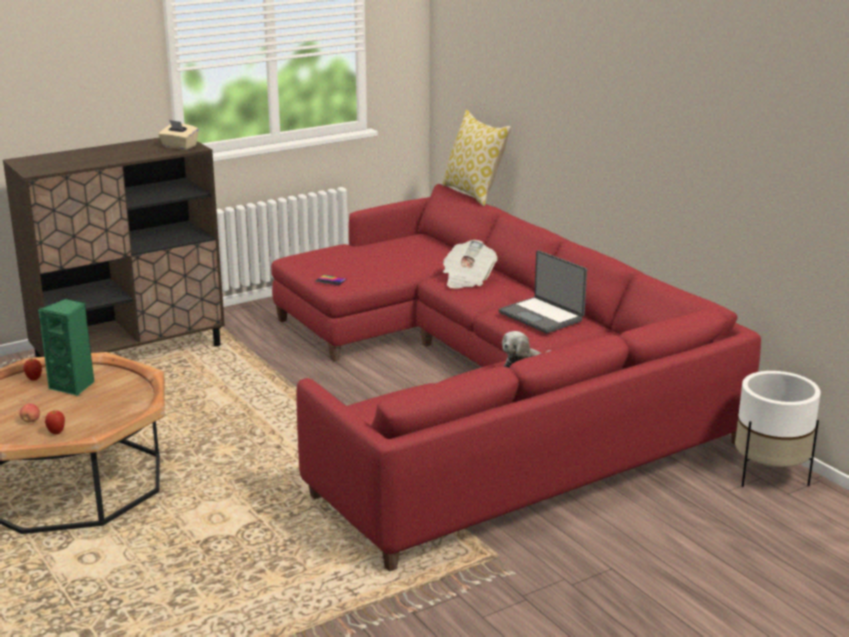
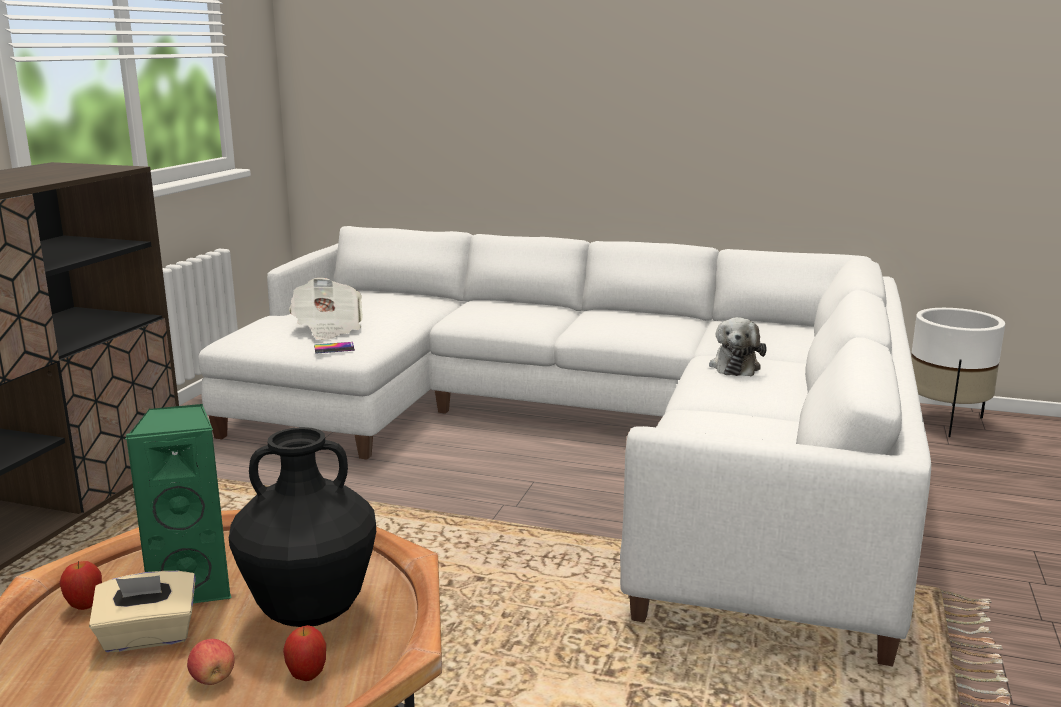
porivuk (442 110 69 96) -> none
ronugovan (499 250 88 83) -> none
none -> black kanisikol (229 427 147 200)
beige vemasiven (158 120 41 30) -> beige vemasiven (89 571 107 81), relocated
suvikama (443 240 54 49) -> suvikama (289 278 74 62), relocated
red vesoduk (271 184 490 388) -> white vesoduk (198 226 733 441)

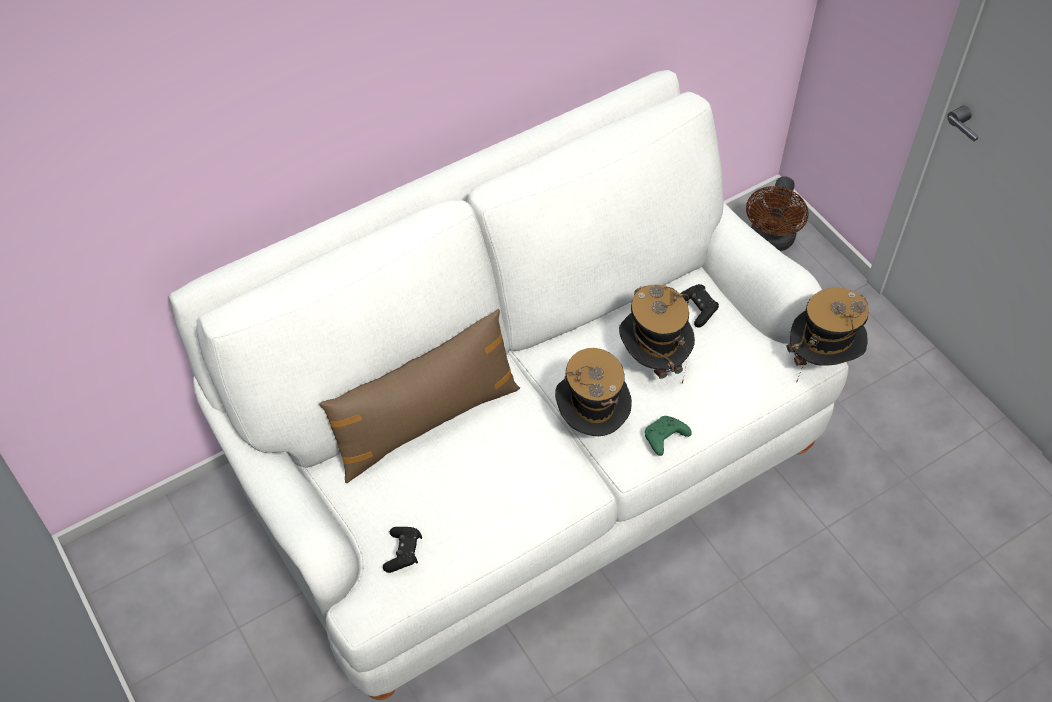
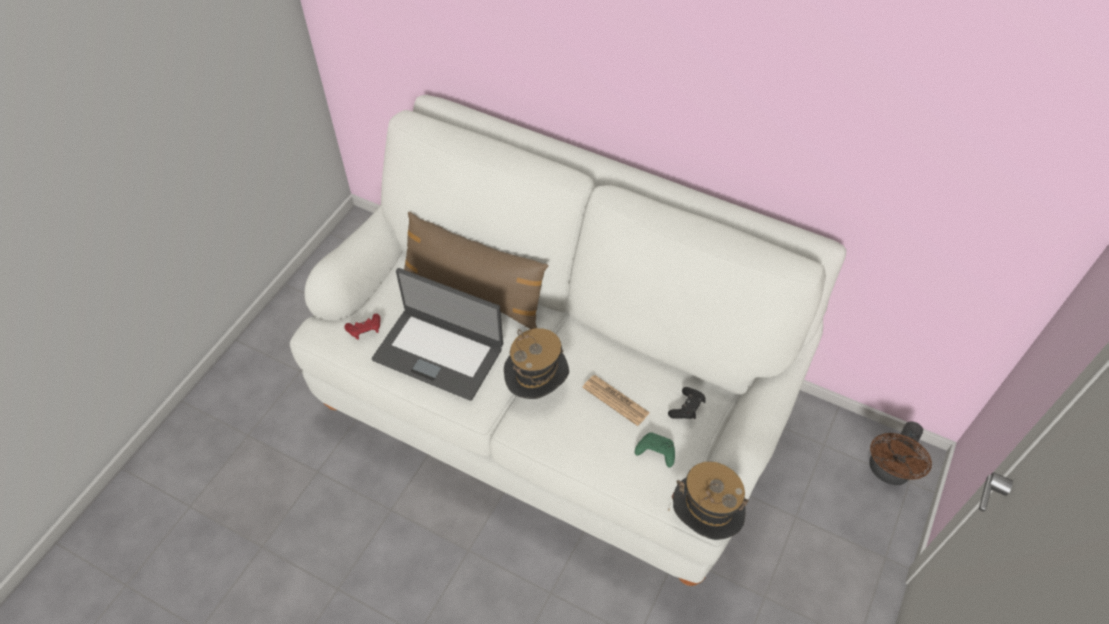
none -> ronugovan (372 268 131 133)
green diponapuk (645 416 47 40) -> green diponapuk (635 433 40 35), relocated
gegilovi (619 284 76 99) -> suvikama (582 375 68 51)
black diponapuk (383 527 39 46) -> red diponapuk (344 314 37 26)
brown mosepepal (746 176 63 75) -> brown mosepepal (869 421 63 64), 45 degrees counterclockwise

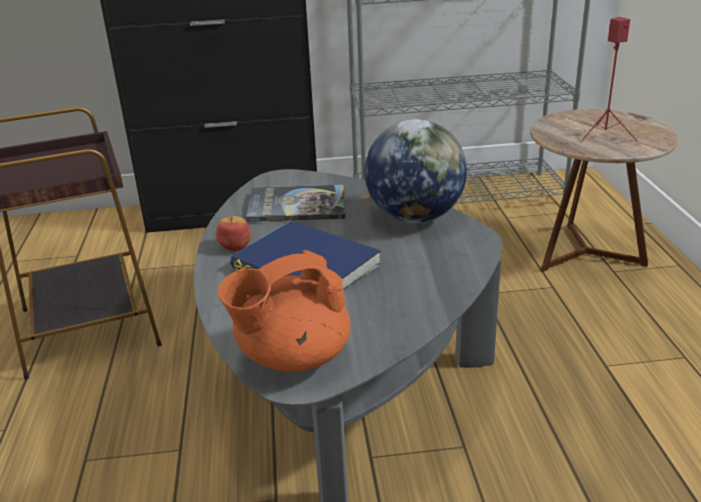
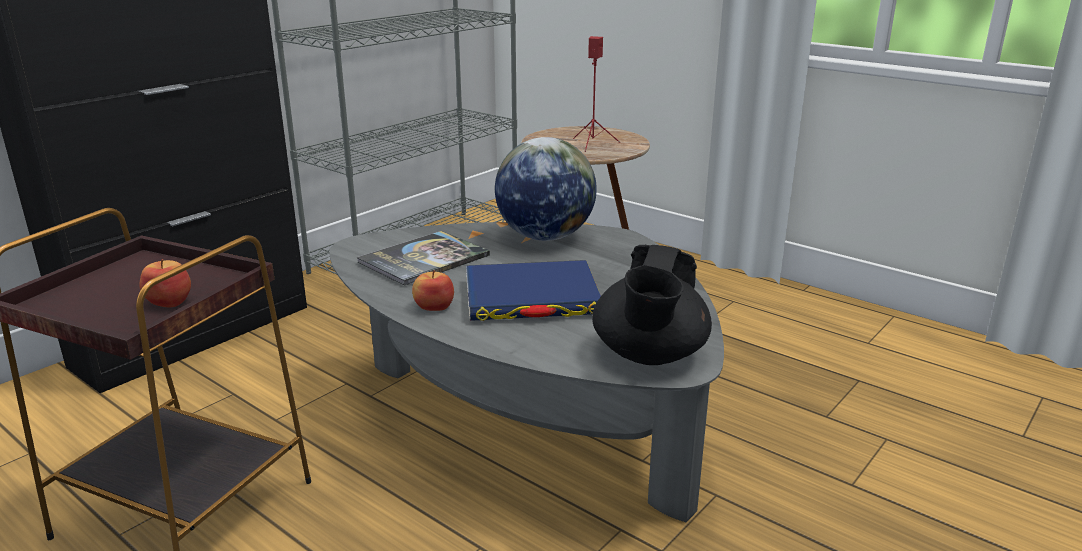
none -> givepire (139 259 52 48)
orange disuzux (218 250 132 122) -> black disuzux (592 245 120 120)

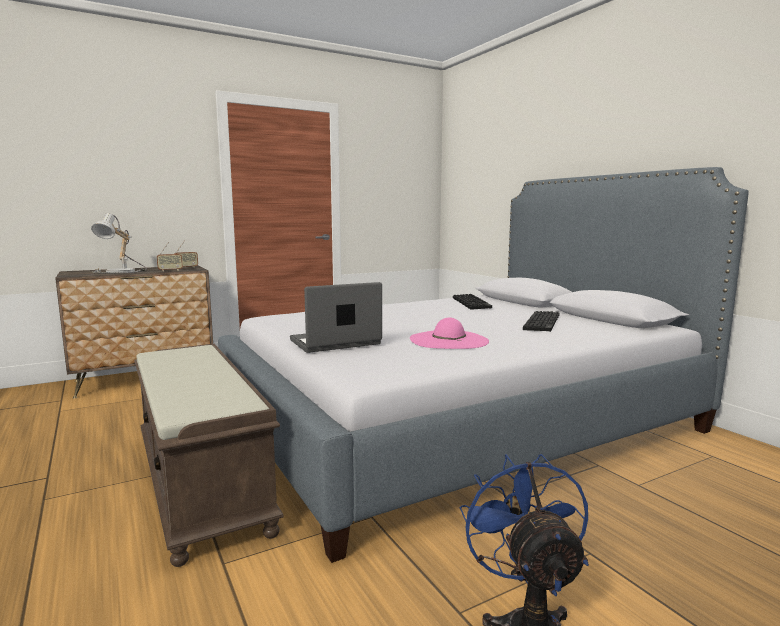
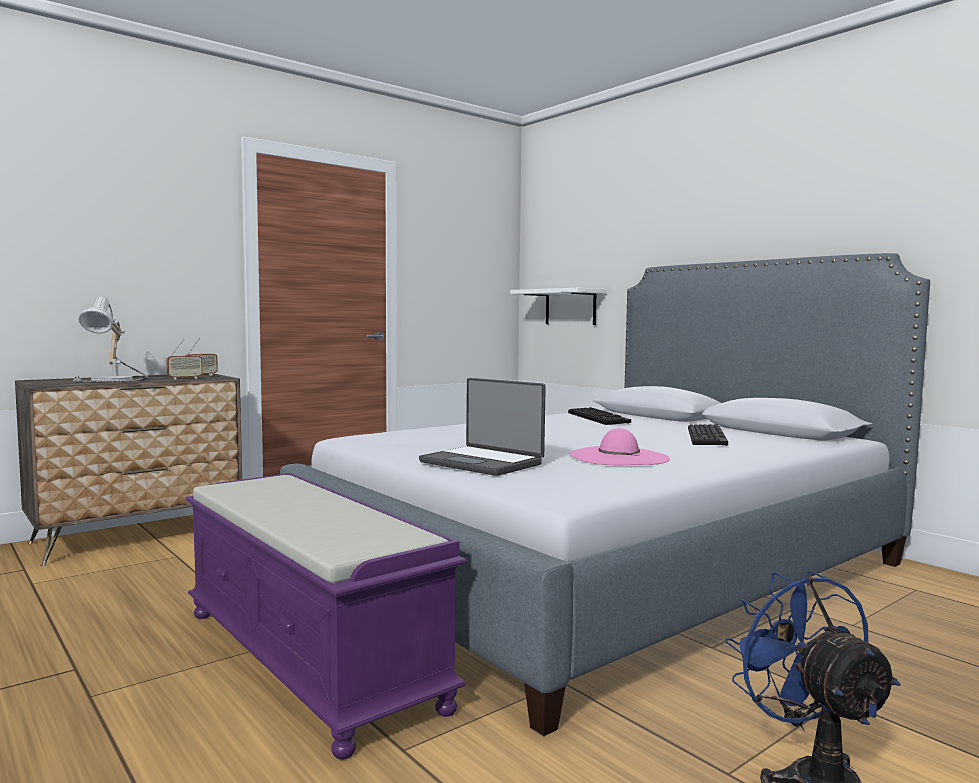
none -> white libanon (510 288 97 37)
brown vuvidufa (134 344 150 223) -> purple vuvidufa (185 473 282 287)
ronugovan (290 282 92 71) -> ronugovan (419 378 127 98), 105 degrees counterclockwise

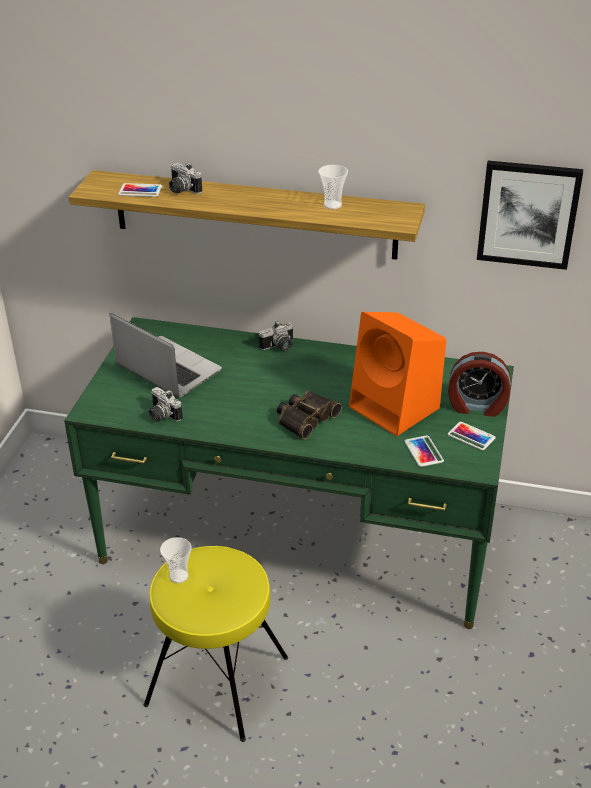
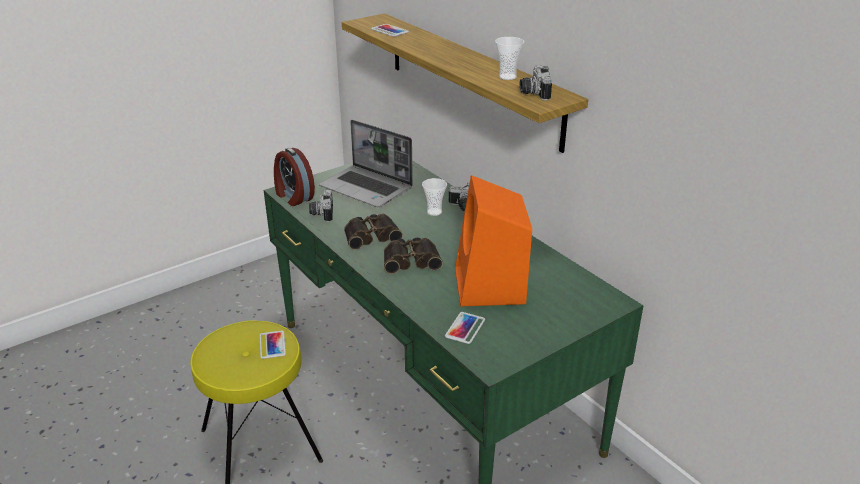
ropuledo (477 161 106 109) -> none
none -> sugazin (344 213 59 37)
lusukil (160 537 32 46) -> lusukil (422 178 25 38), relocated
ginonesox (169 162 33 32) -> ginonesox (520 65 32 36), relocated
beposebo (448 352 63 65) -> beposebo (274 148 41 58), relocated
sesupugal (448 422 48 29) -> sesupugal (259 331 27 28), relocated
ronugovan (110 313 112 85) -> ronugovan (319 120 94 87), 135 degrees clockwise

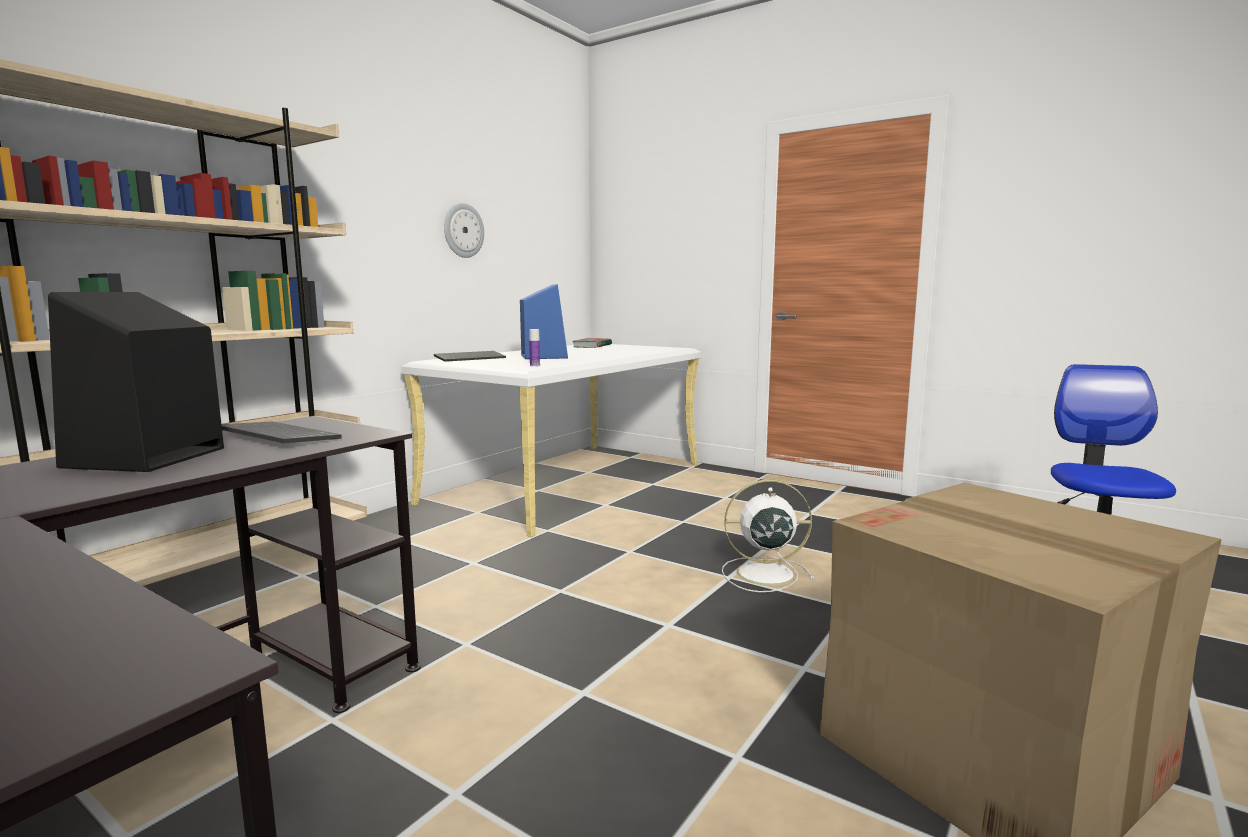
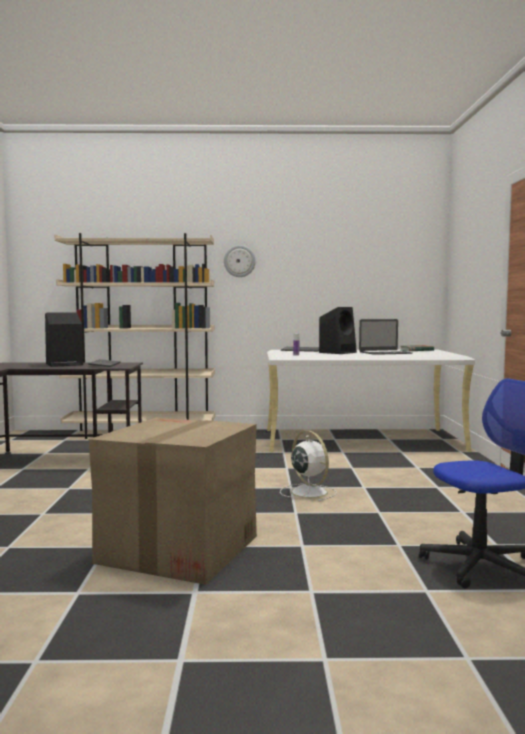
none -> ronugovan (359 319 53 36)
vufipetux (444 203 40 55) -> vufipetux (224 245 32 32), relocated
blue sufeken (520 284 48 75) -> black sufeken (319 307 38 47)

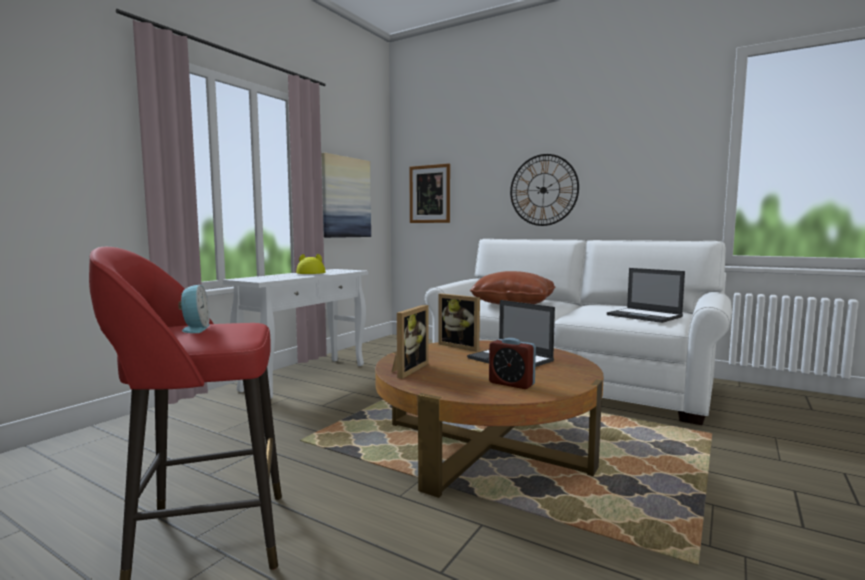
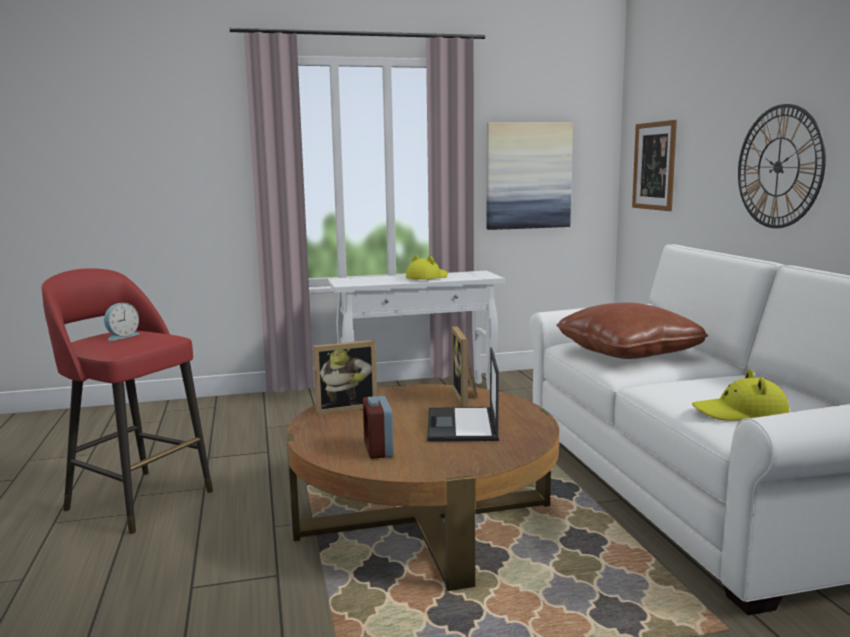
ronugovan (607 268 78 55) -> yellow gegilovi (692 369 97 52)

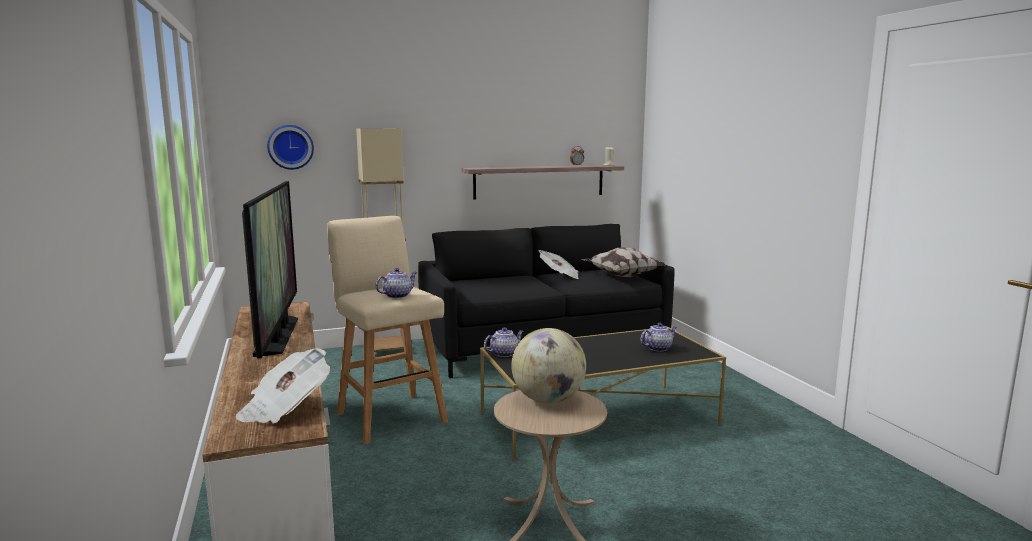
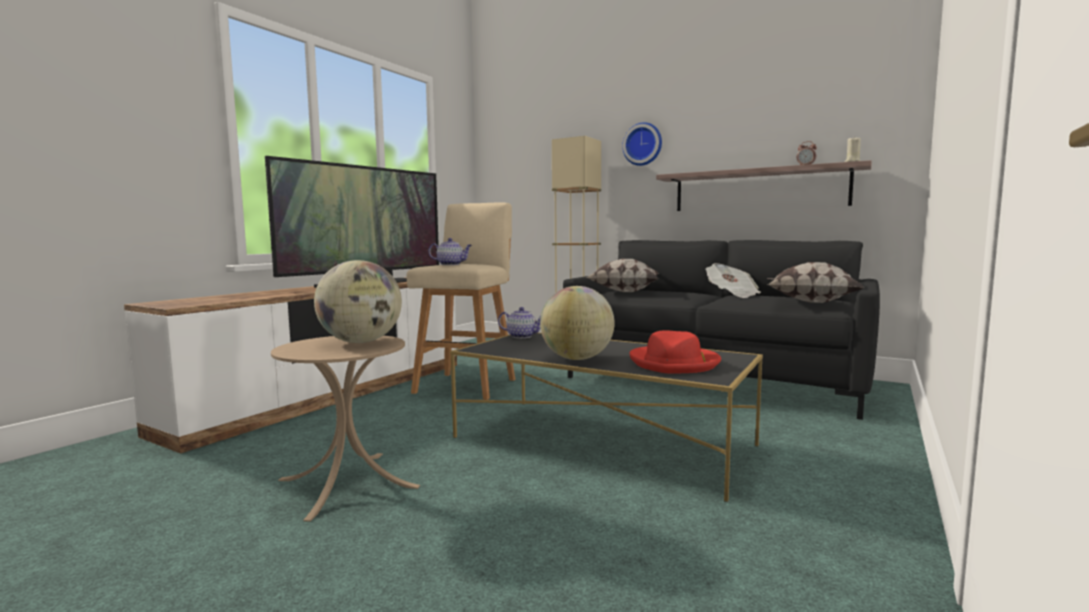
suvikama (236 348 94 76) -> none
none -> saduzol (540 286 74 74)
none -> porivuk (586 259 73 33)
vufipetux (267 125 47 45) -> vufipetux (622 122 40 44), relocated
disuzux (640 323 37 29) -> red gegilovi (630 330 91 43)

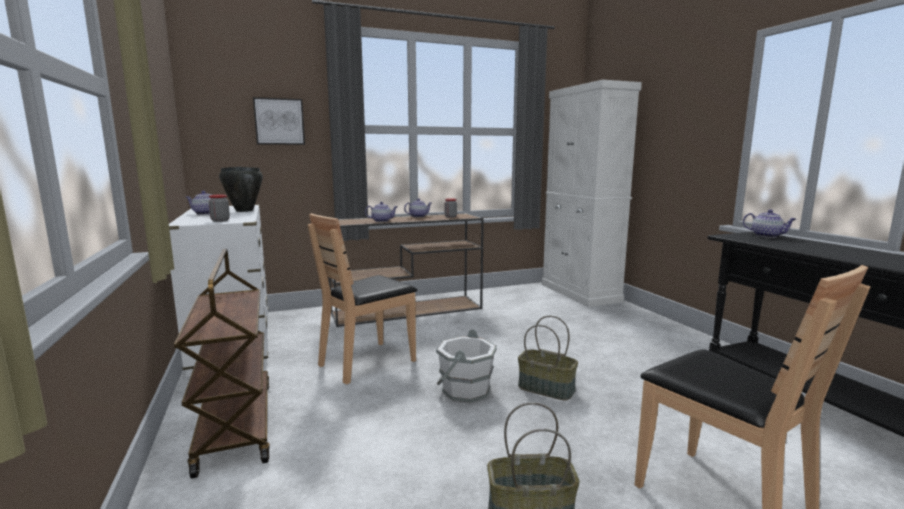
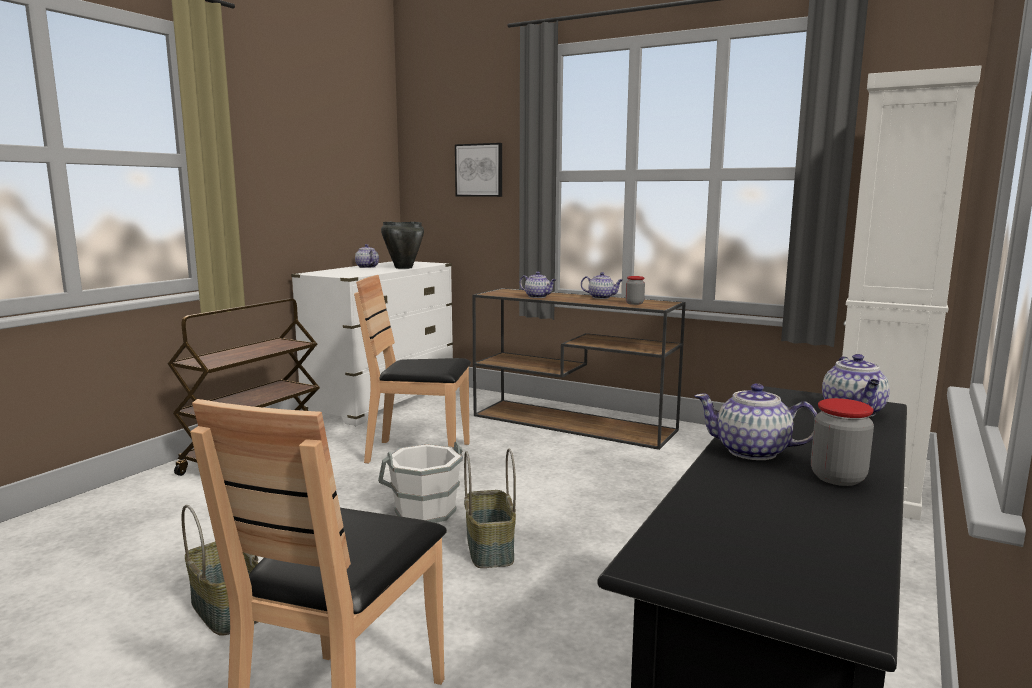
none -> disuzux (695 383 122 77)
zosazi (209 194 21 28) -> zosazi (811 398 63 88), relocated

